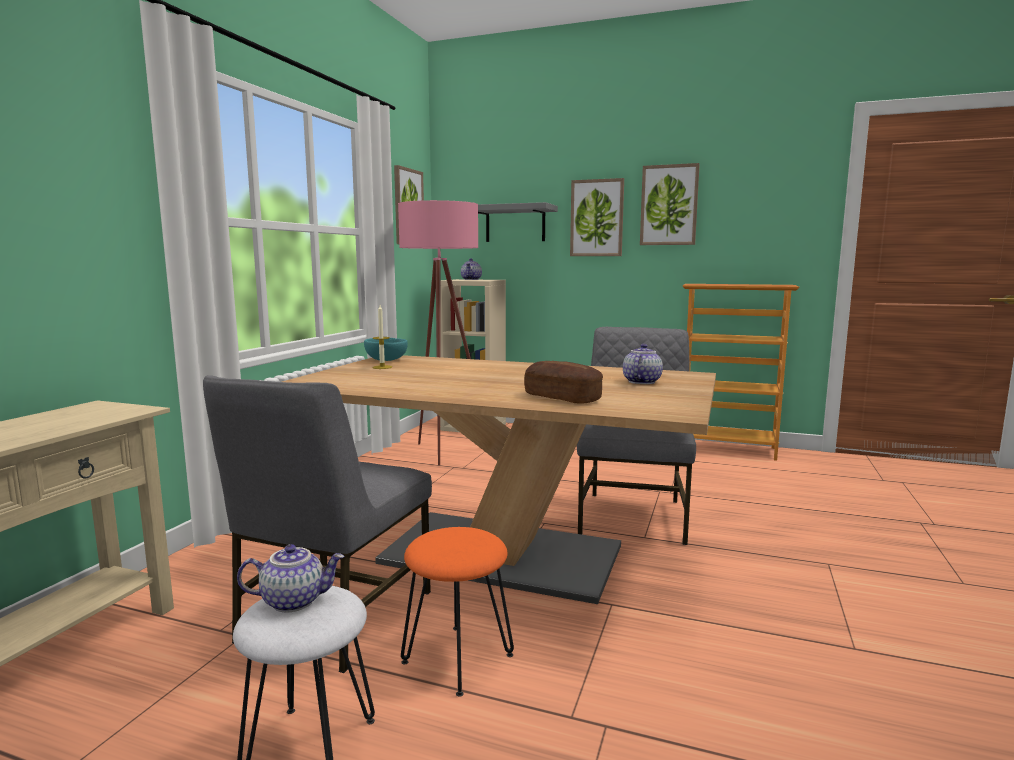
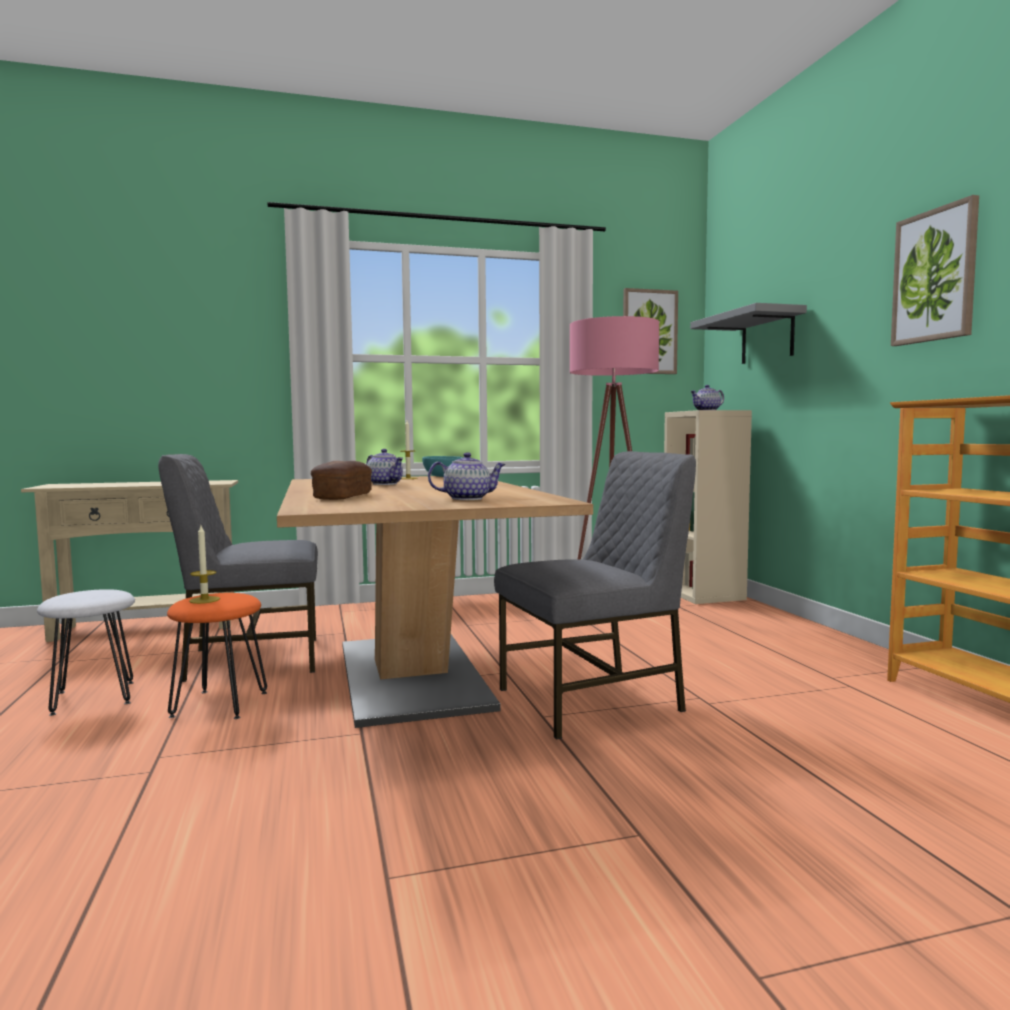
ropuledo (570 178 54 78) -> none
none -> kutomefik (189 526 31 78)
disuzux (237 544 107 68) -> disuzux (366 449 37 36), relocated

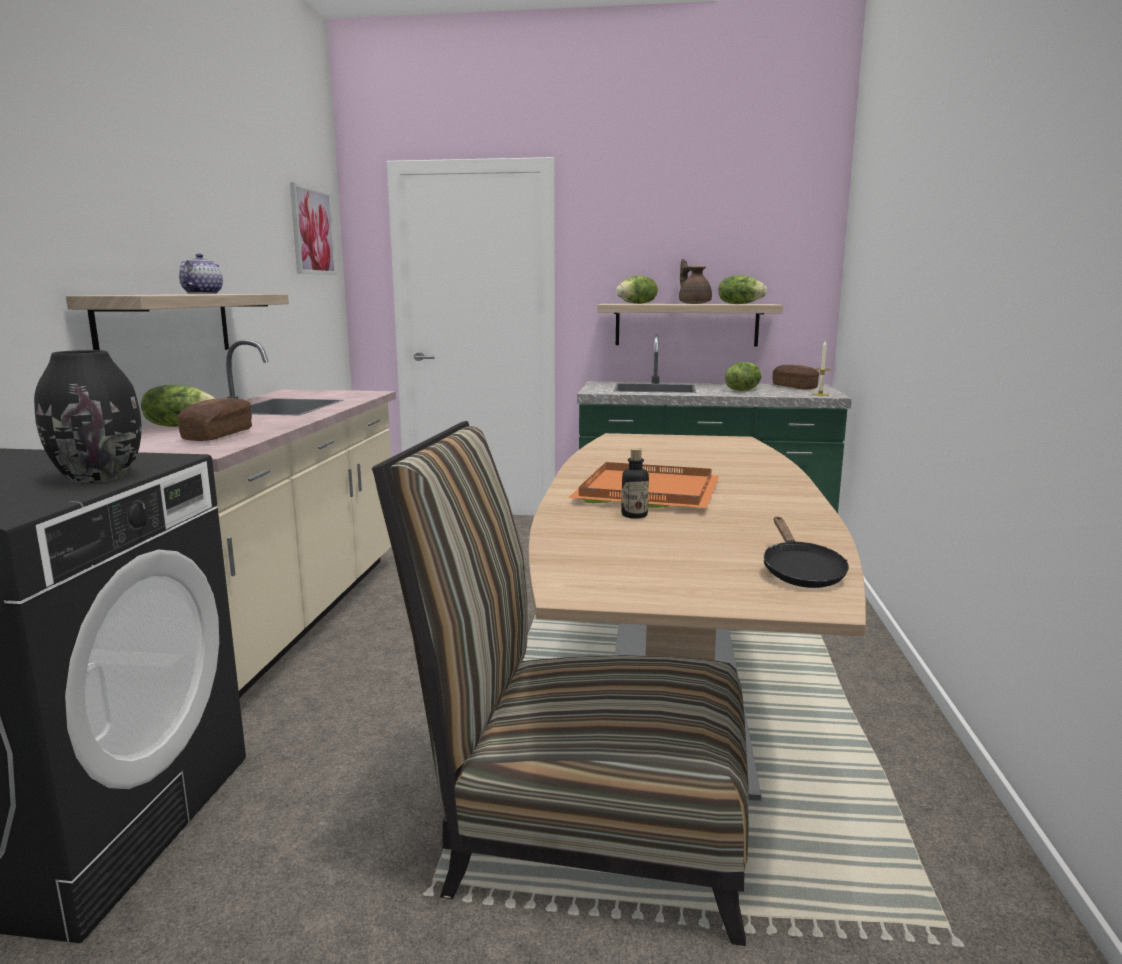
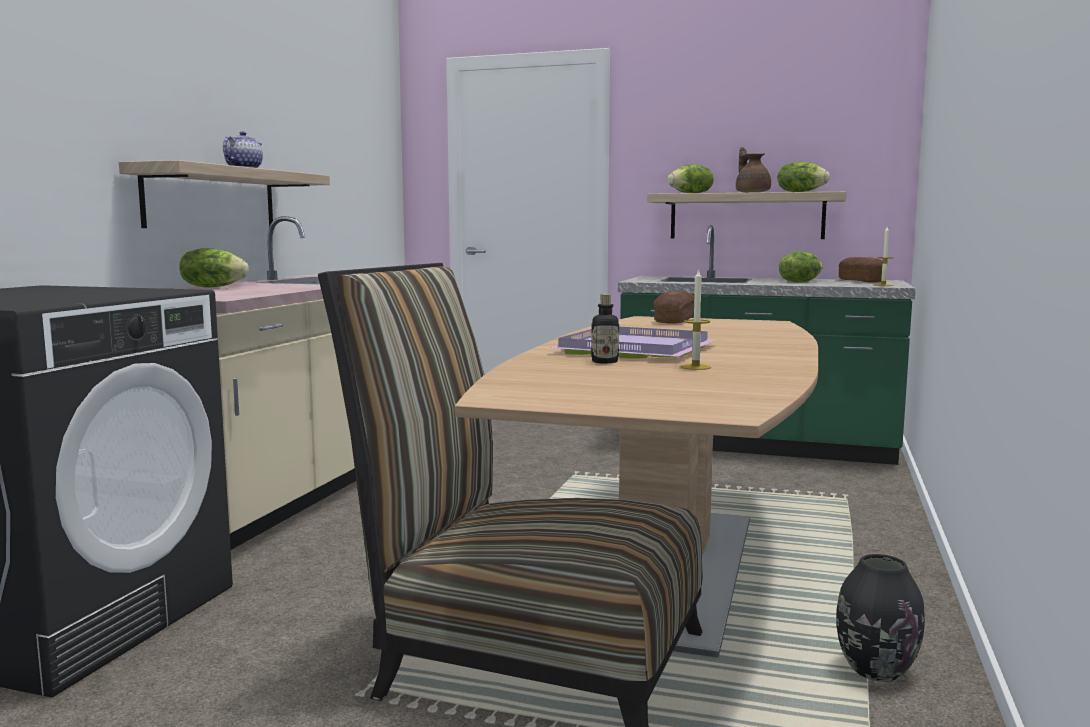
ropuledo (290 182 47 93) -> none
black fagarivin (764 517 85 71) -> none
none -> kutomefik (680 268 31 102)
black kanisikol (34 350 108 133) -> black kanisikol (836 554 89 128), relocated
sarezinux (178 398 74 43) -> sarezinux (654 291 40 33), relocated
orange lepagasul (568 462 151 46) -> purple lepagasul (548 327 168 32)

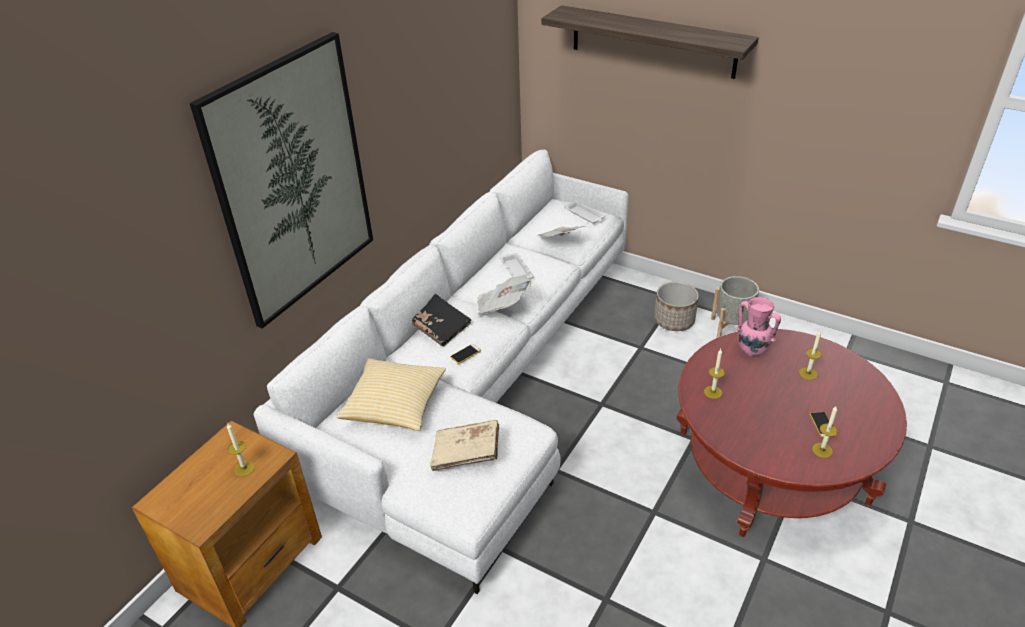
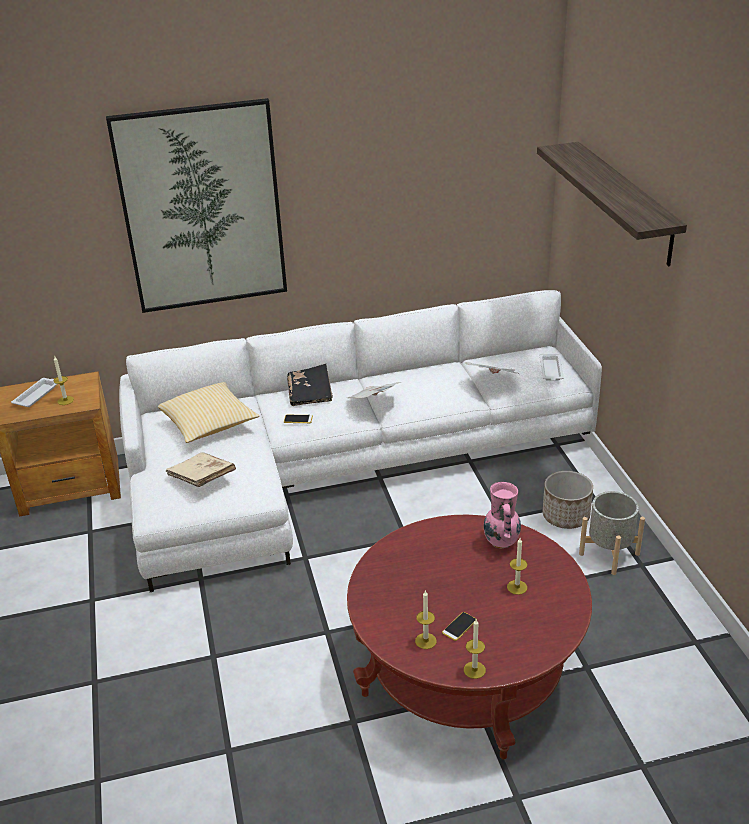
white lepagasul (500 253 34 26) -> white lepagasul (11 378 46 29), relocated
kutomefik (704 349 21 50) -> kutomefik (464 619 22 60), relocated

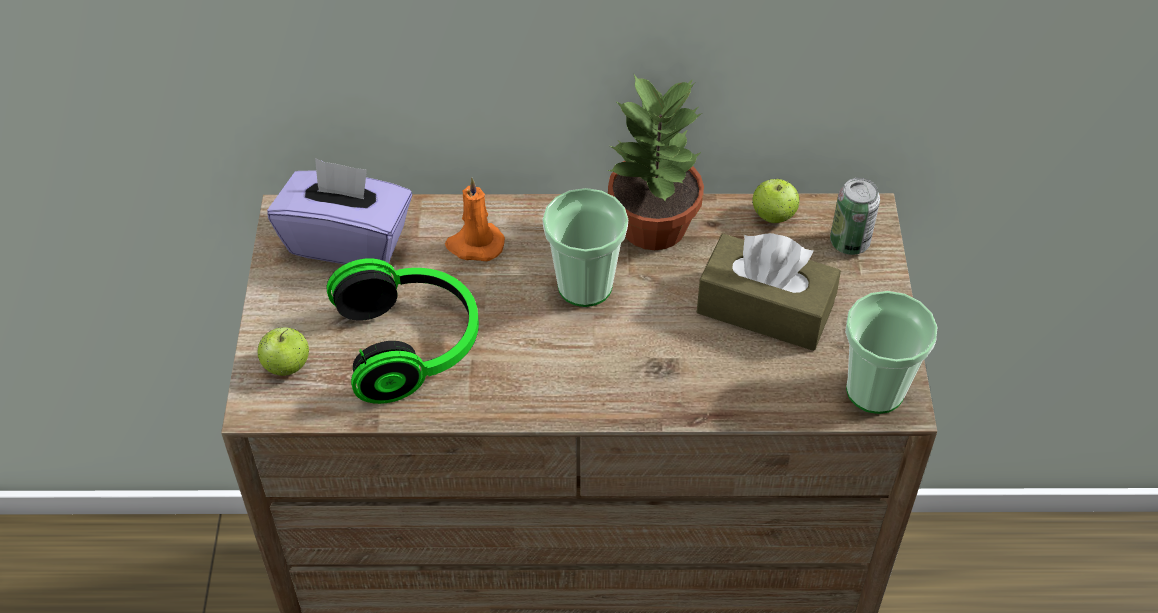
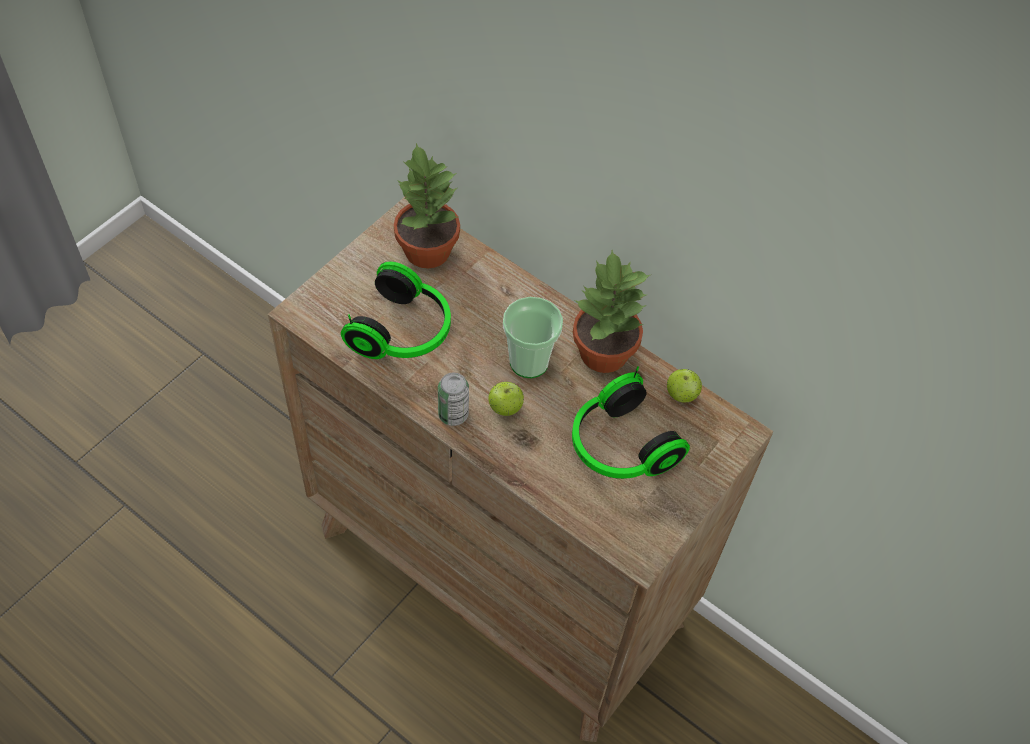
orange kutomefik (445 178 60 83) -> none
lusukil (845 291 92 123) -> none
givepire (258 327 51 49) -> givepire (488 382 36 34), relocated
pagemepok (830 178 50 77) -> pagemepok (438 373 31 53), relocated
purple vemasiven (267 158 145 106) -> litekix (394 143 66 126)
brown vemasiven (697 233 144 118) -> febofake (572 366 118 113)

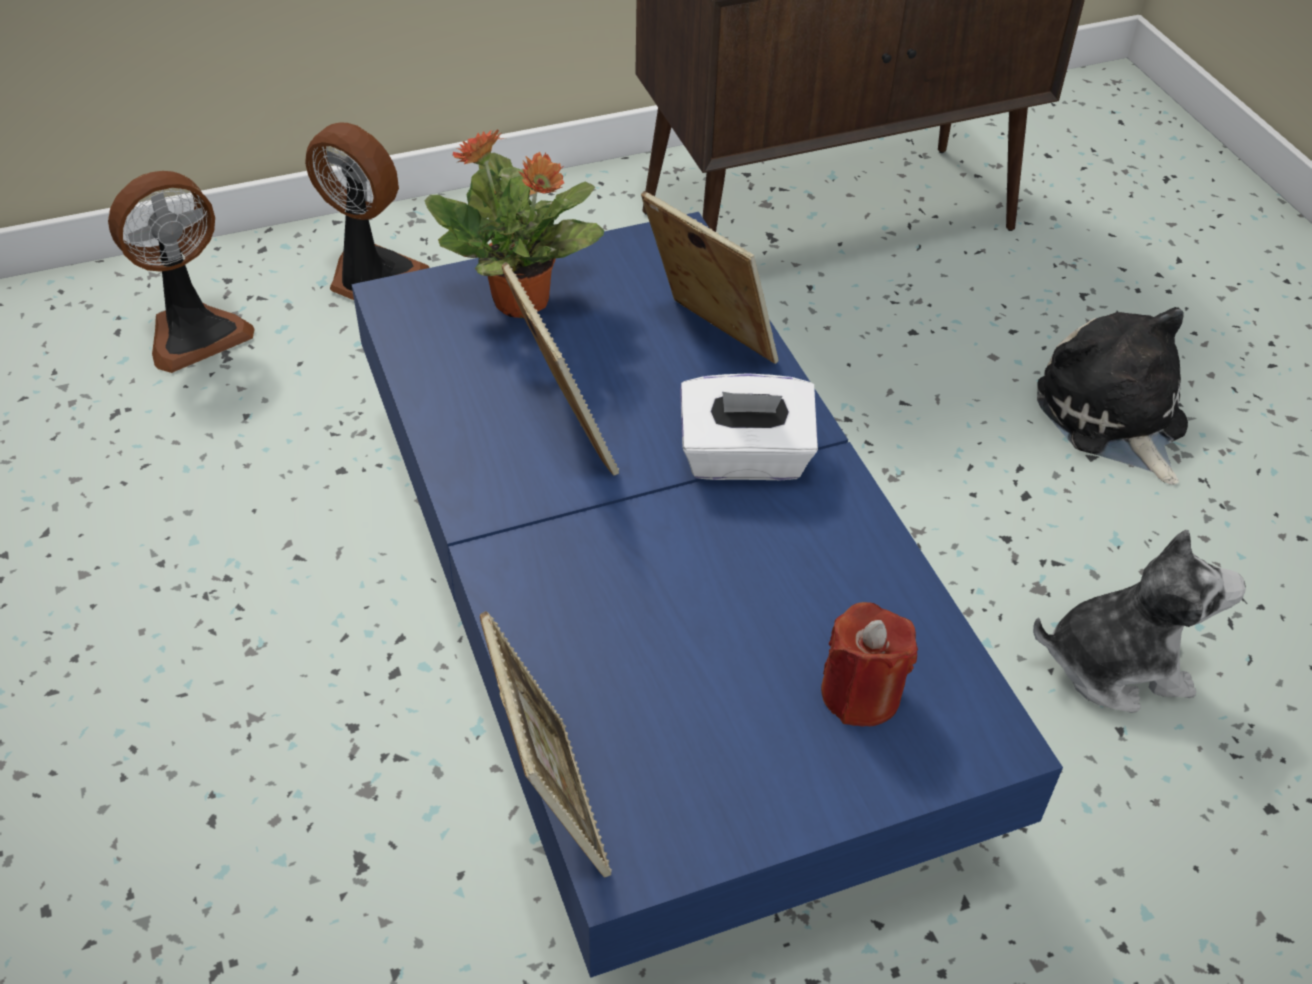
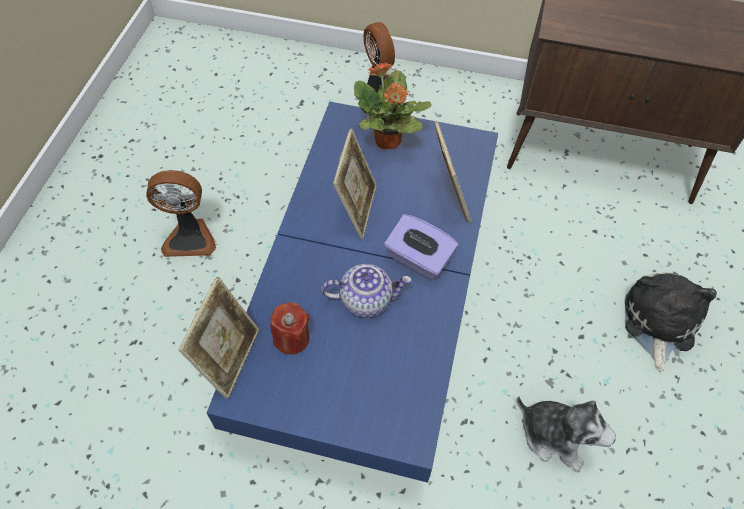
none -> disuzux (321 264 90 54)
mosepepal (108 171 147 202) -> mosepepal (146 170 70 87), relocated
red kutomefik (821 602 97 125) -> red kutomefik (270 302 40 52), relocated
white vemasiven (680 373 138 107) -> purple vemasiven (384 214 74 66)

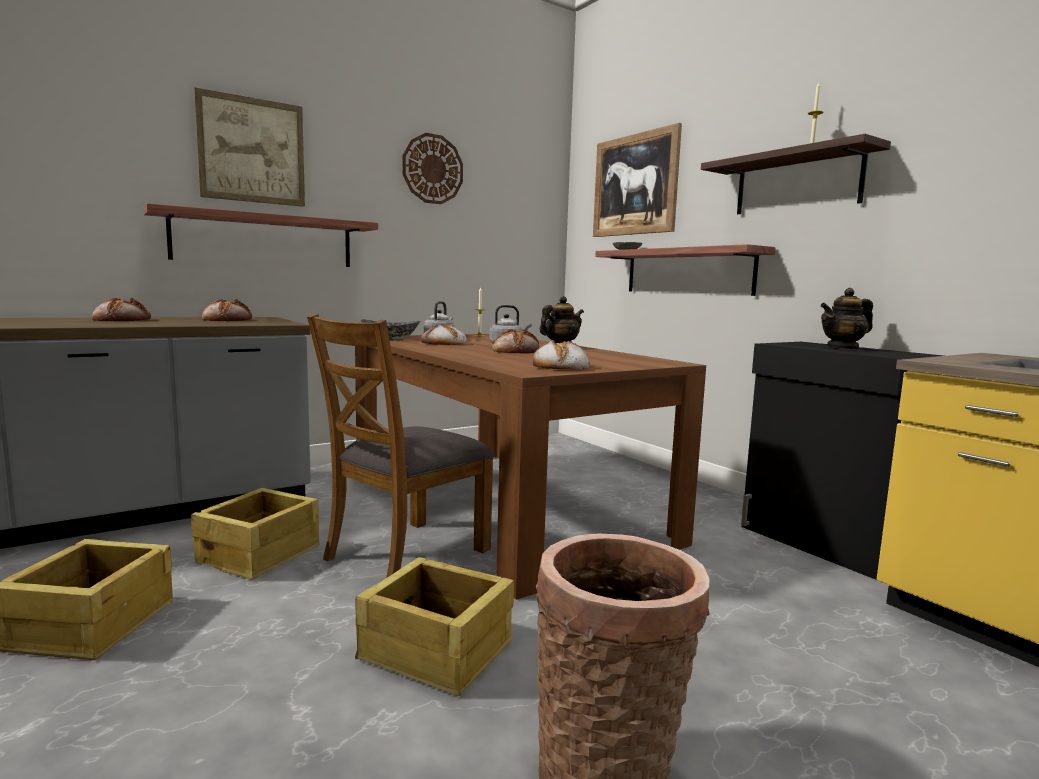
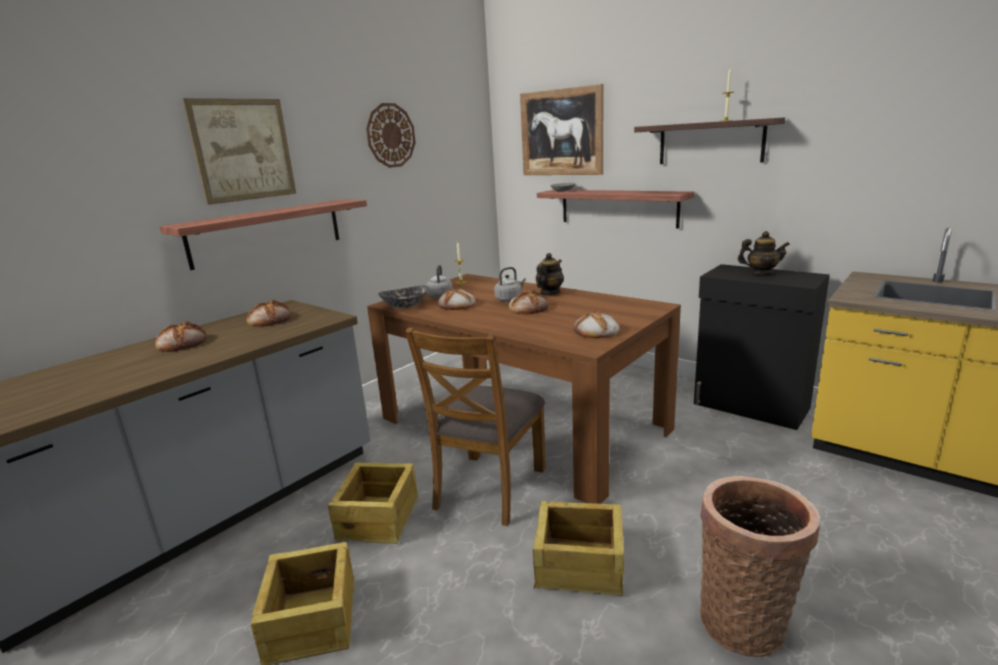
disuzux (820 288 53 62) -> disuzux (738 231 52 44), 135 degrees counterclockwise

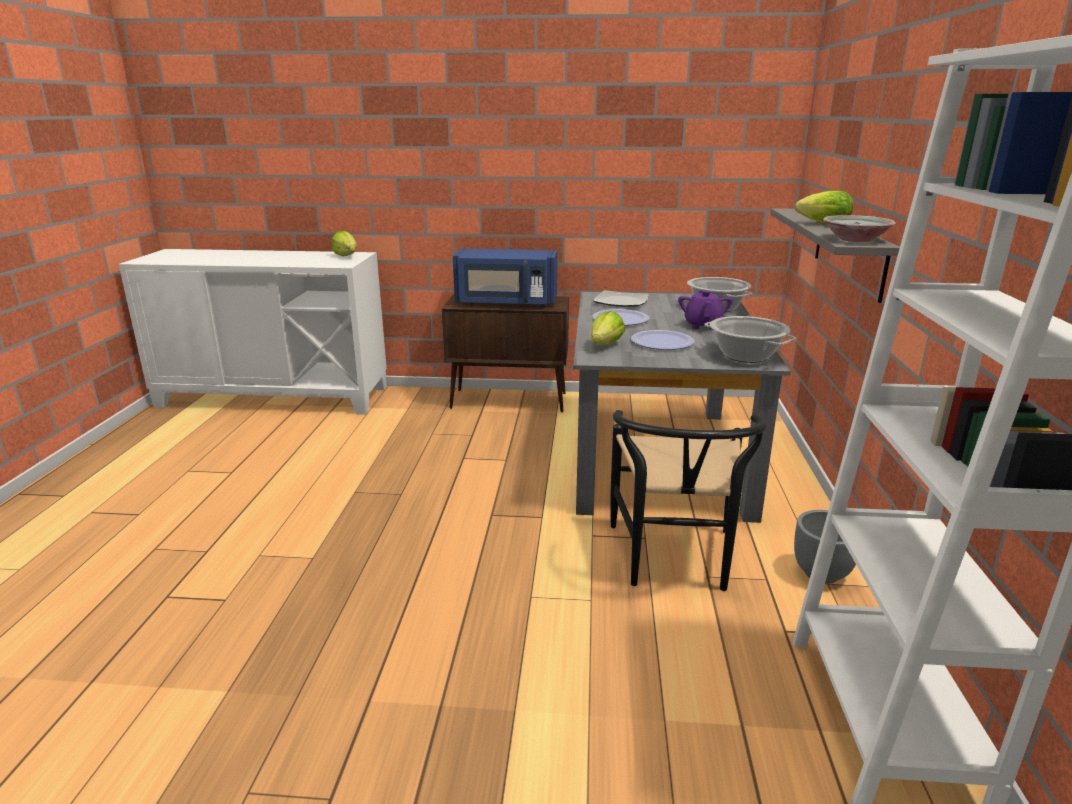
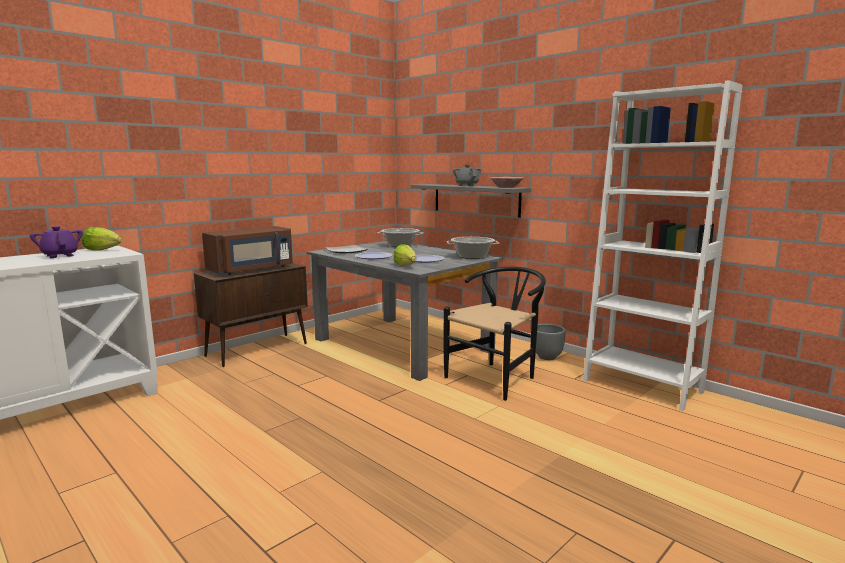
purple disuzux (678 290 55 39) -> purple disuzux (30 226 53 32), relocated
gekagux (795 191 58 33) -> grey disuzux (453 164 28 22)
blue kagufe (453 248 104 59) -> brown kagufe (202 226 91 49)
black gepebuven (610 410 157 181) -> black gepebuven (444 267 102 134), 90 degrees counterclockwise

